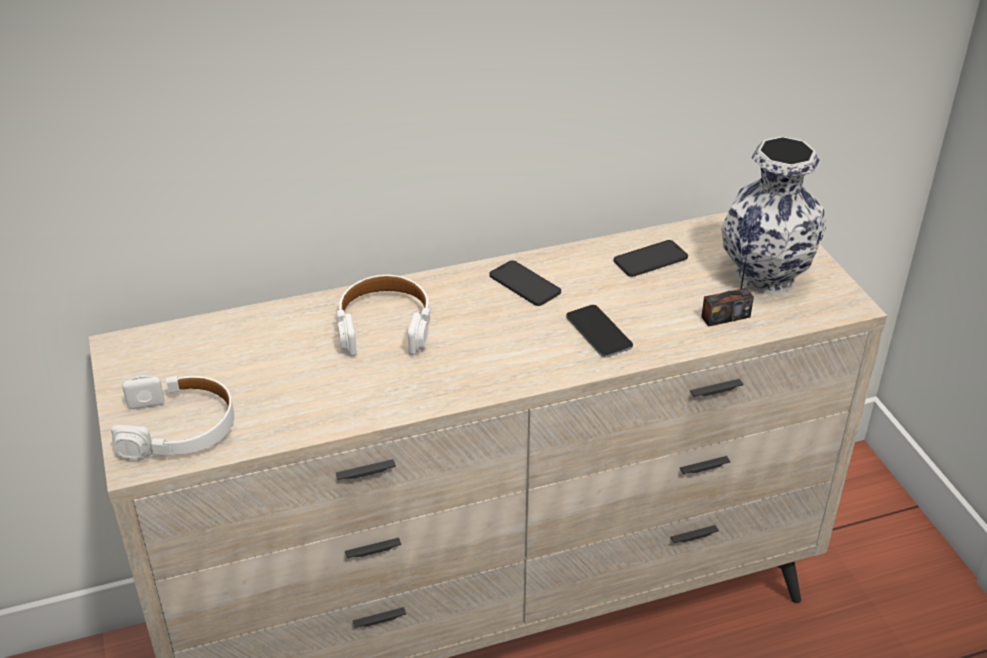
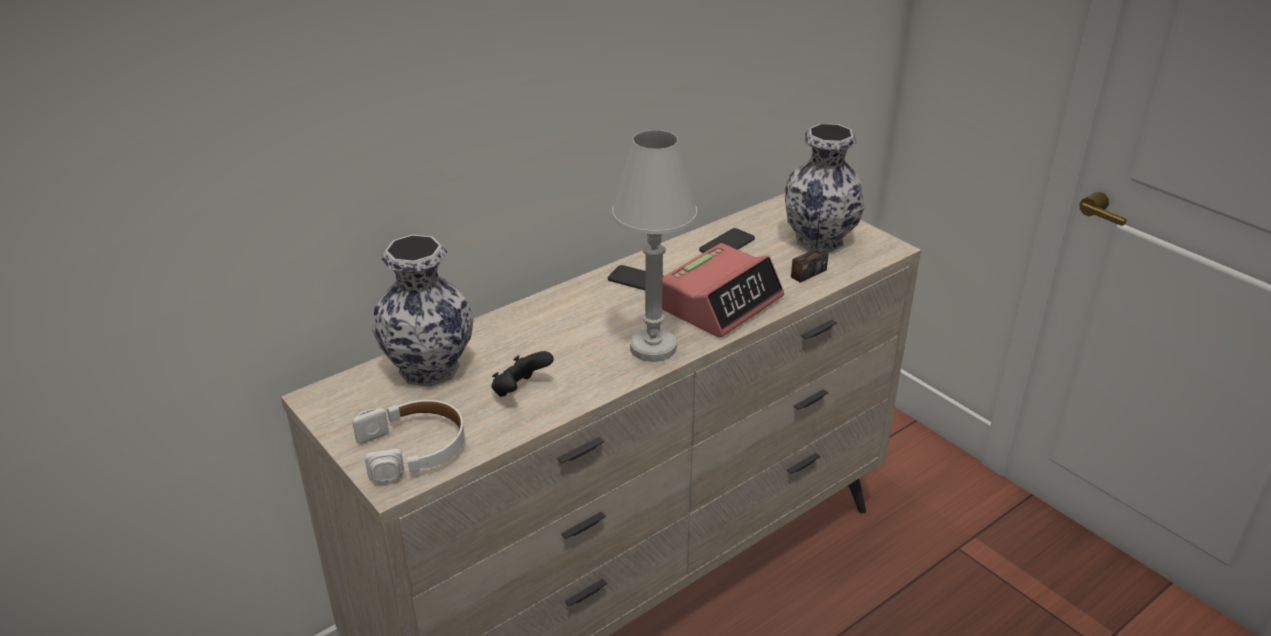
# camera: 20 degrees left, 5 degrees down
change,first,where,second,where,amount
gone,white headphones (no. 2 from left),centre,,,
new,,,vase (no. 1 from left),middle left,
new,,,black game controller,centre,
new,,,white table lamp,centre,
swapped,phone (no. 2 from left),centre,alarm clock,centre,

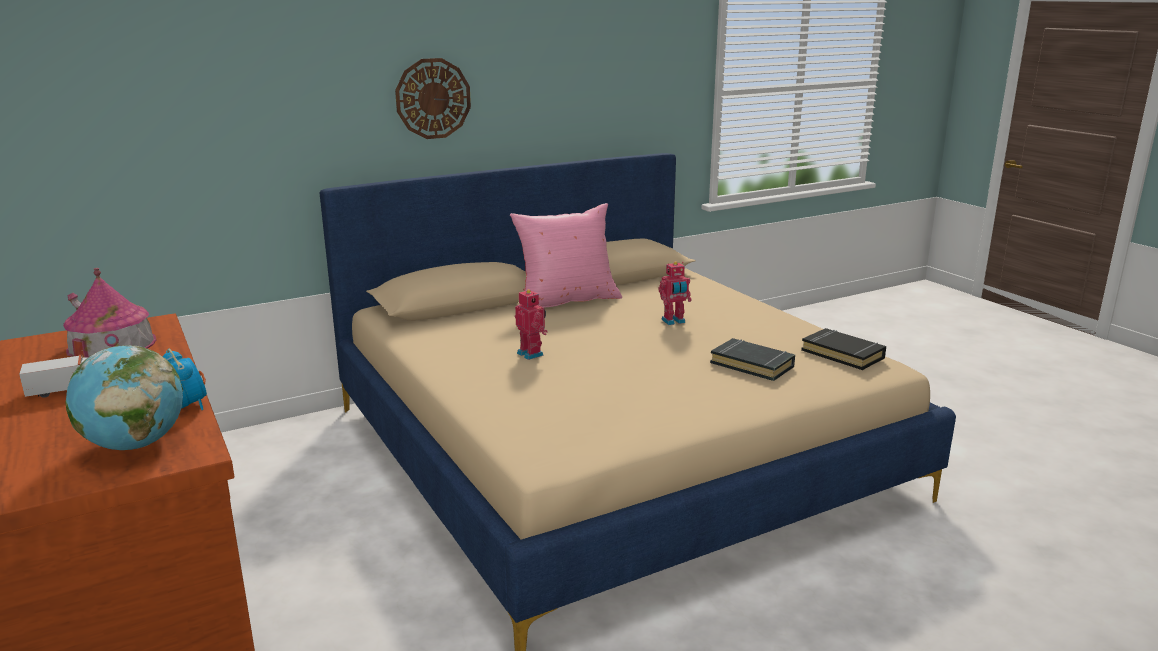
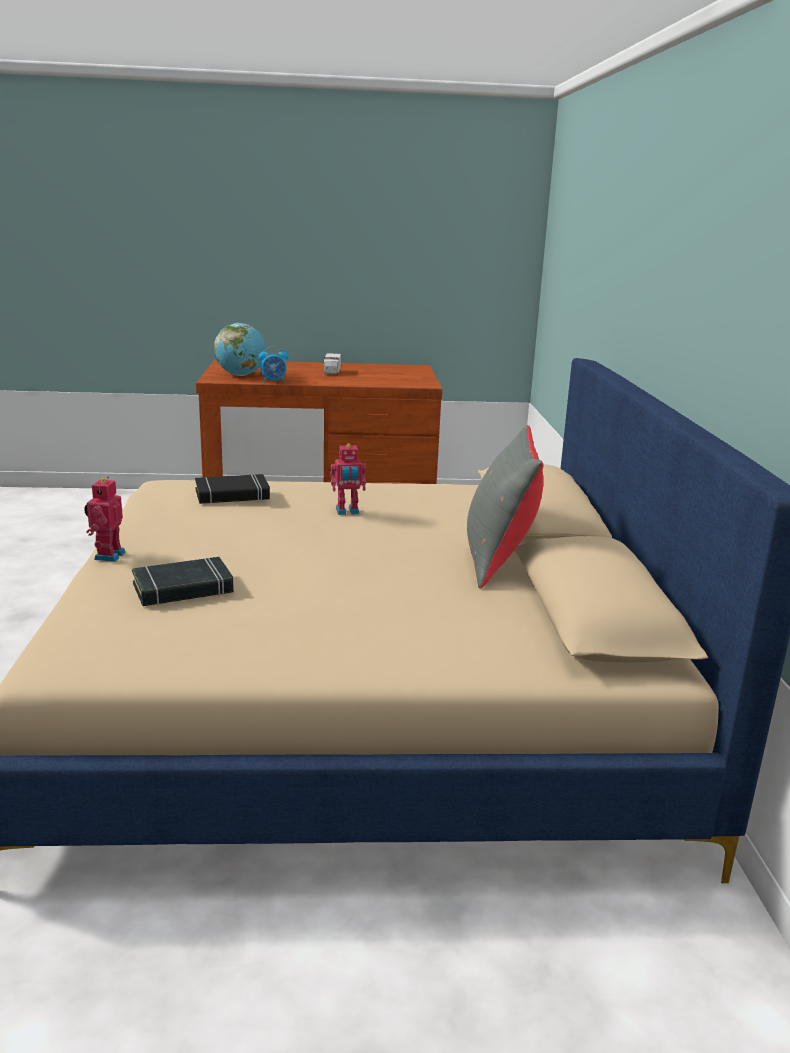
# camera: 115 degrees right, 0 degrees up
change,first,where,second,where,amount
gone,toy house,middle left,,,
gone,wall clock,top centre,,,
shifted,toy robot (no. 2 from left in the first image),centre,toy robot (no. 1 from left),middle left,
shifted,black book (no. 2 from left),middle right,,middle left,
repainted,pink pillow,centre,grey pillow,centre,

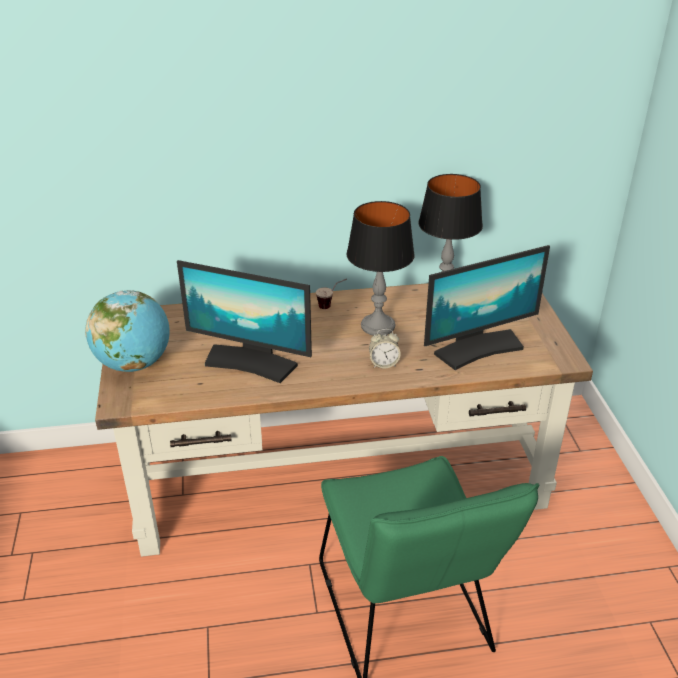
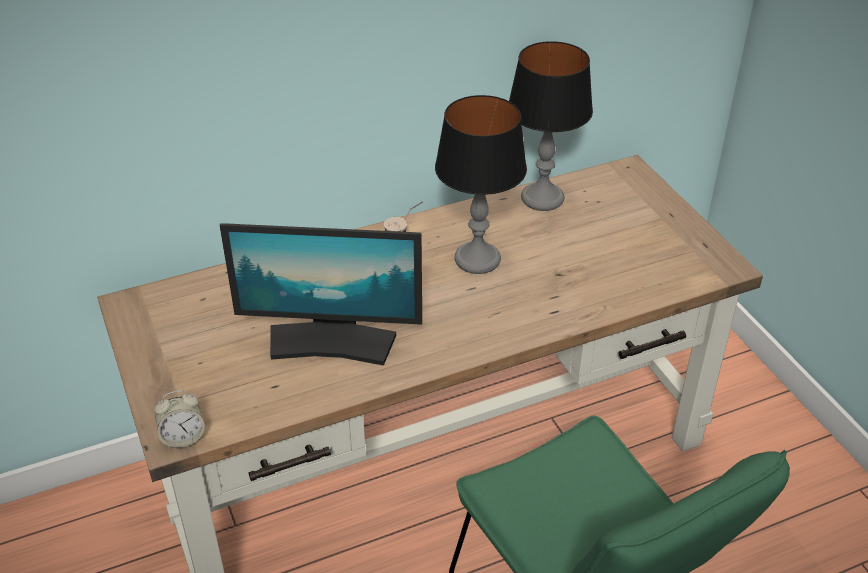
# camera: 15 degrees left, 5 degrees up
change,first,where,second,where,amount
gone,globe,middle left,,,
gone,monitor (no. 2 from left),middle right,,,
shifted,alarm clock,centre,,bottom left,

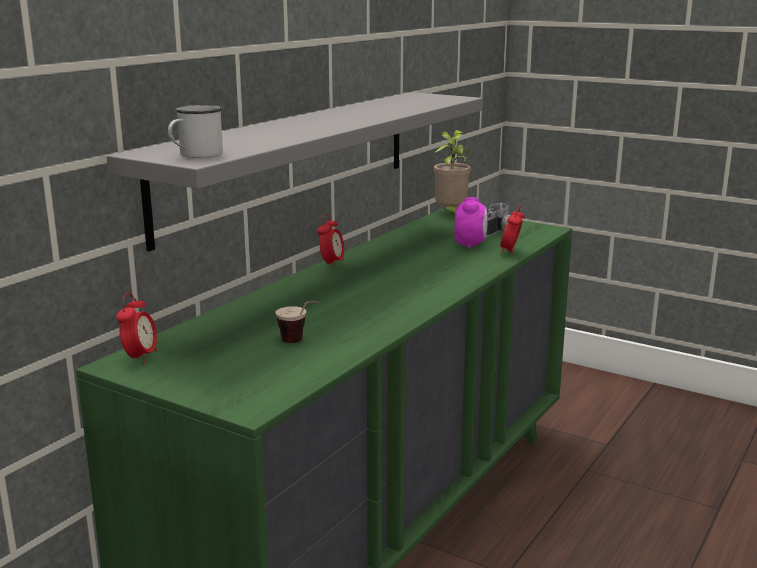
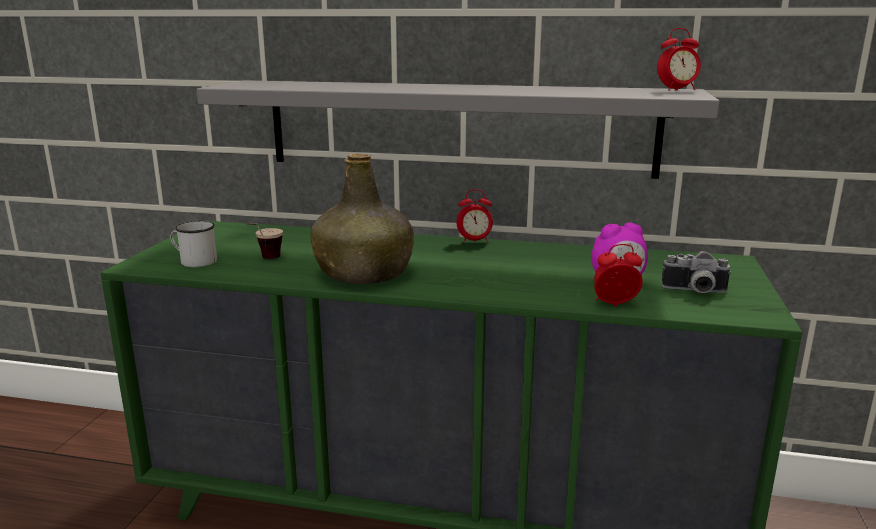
# camera: 70 degrees right, 0 degrees up
change,first,where,second,where,amount
gone,potted plant,top centre,,,
new,,,green bottle,centre,
shifted,alarm clock (no. 1 from left in the first image),middle left,alarm clock (no. 4 from left),top right,
shifted,white mug,top left,,middle left,

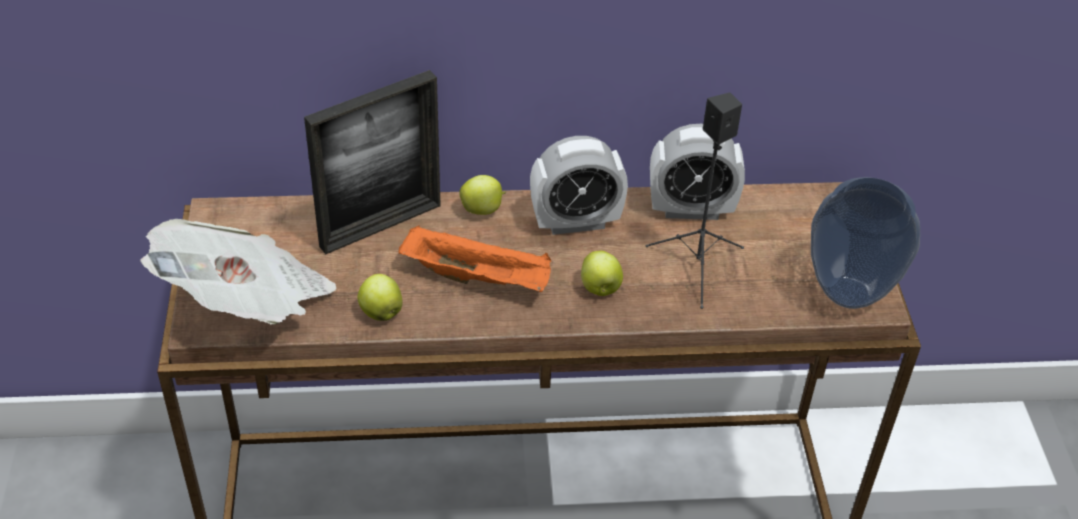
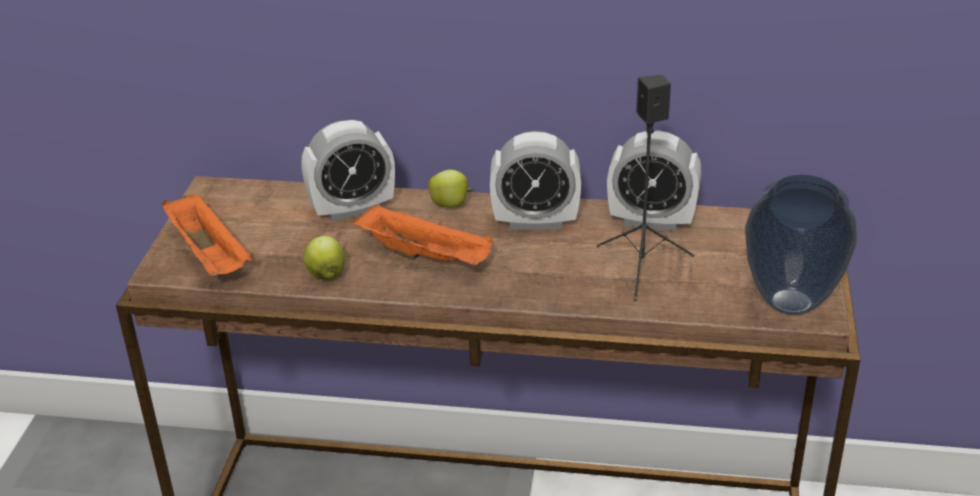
# camera: 15 degrees right, 10 degrees down
change,first,where,second,where,amount
gone,apple (no. 3 from left),centre,,,
swapped,newspaper,middle left,orange tray (no. 1 from left),middle left,
swapped,picture frame,top centre,alarm clock (no. 1 from left),centre,

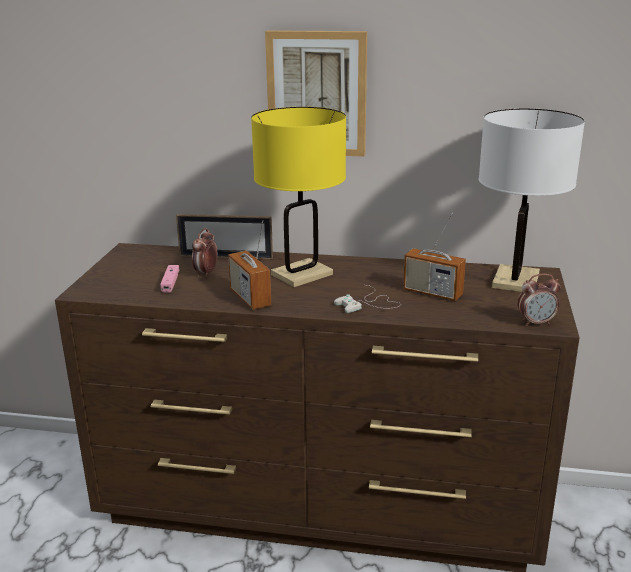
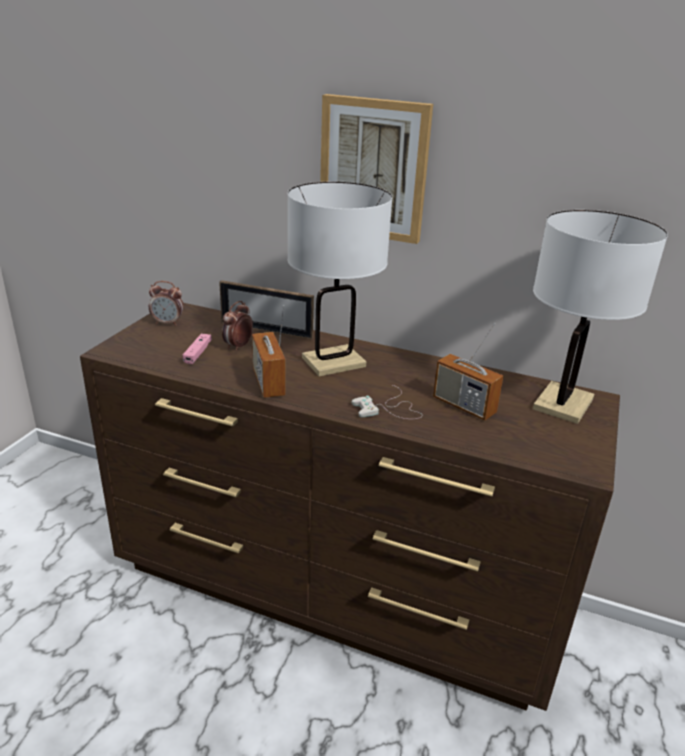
# camera: 10 degrees right, 5 degrees up
change,first,where,second,where,amount
shifted,alarm clock (no. 2 from left in the first image),middle right,alarm clock (no. 1 from left),middle left,
repainted,yellow table lamp,centre,white table lamp (no. 1 from left),centre,

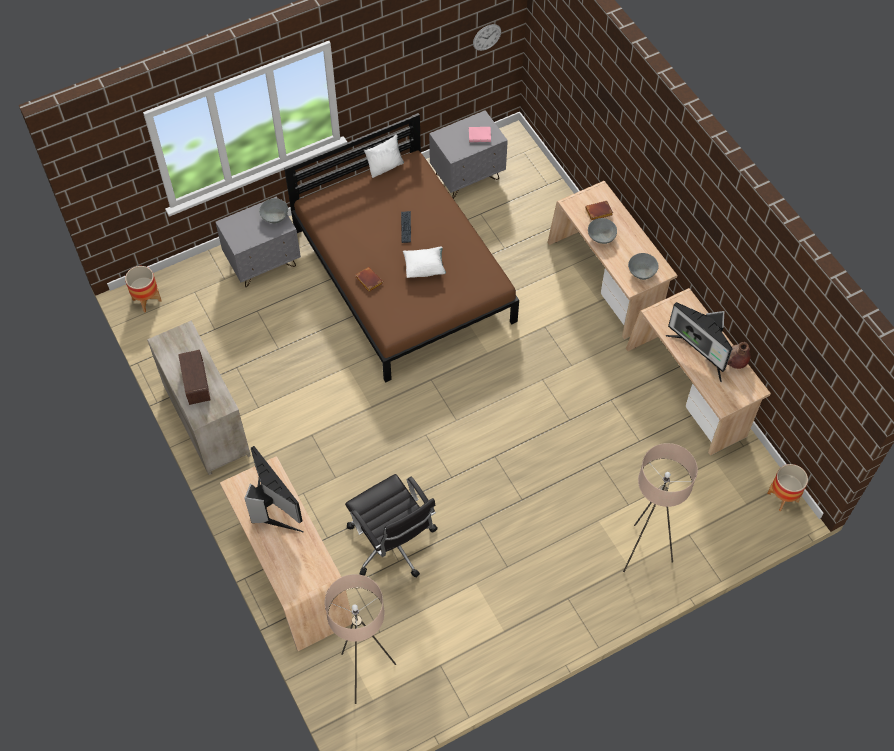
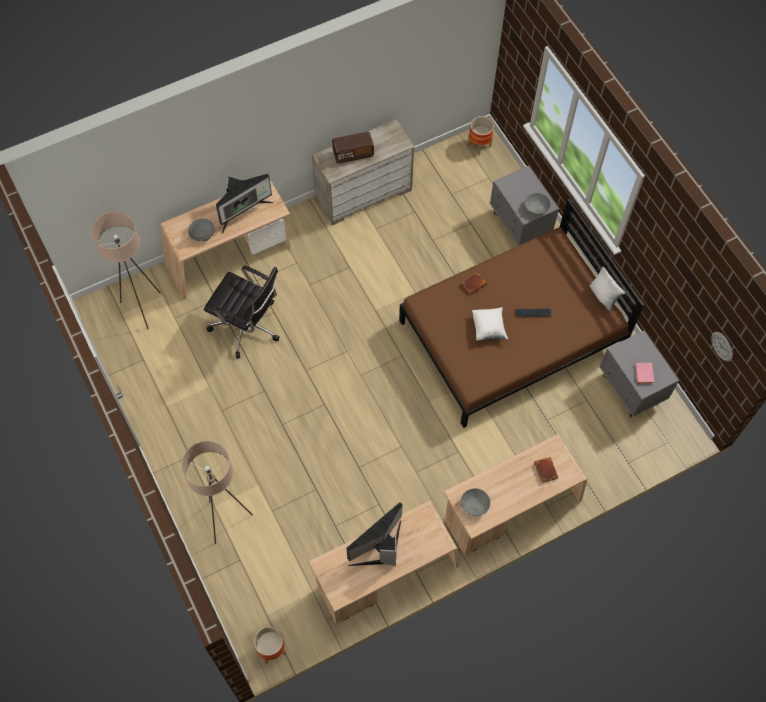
# camera: 90 degrees right, 5 degrees up
change,first,where,second,where,amount
gone,brown vase,middle right,,,
shifted,grey bowl (no. 2 from left in the first image),top right,grey bowl (no. 1 from left),top left,
rotated,black office chair,bottom centre,,middle left,120 degrees counterclockwise

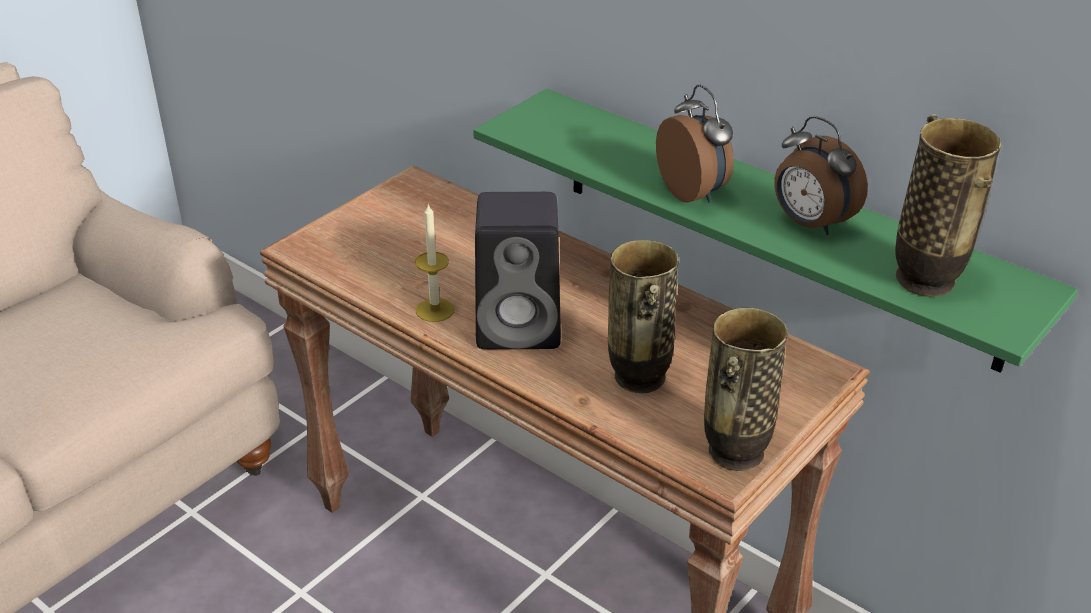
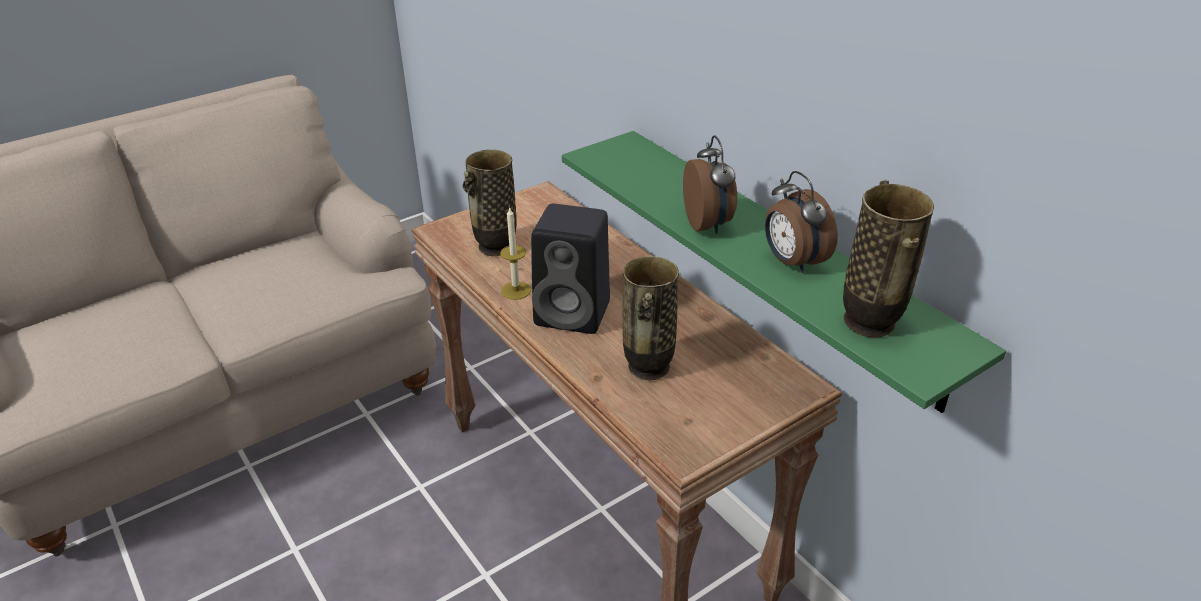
# camera: 15 degrees right, 0 degrees up
change,first,where,second,where,amount
shifted,vase (no. 2 from left in the first image),middle right,vase (no. 1 from left),centre,

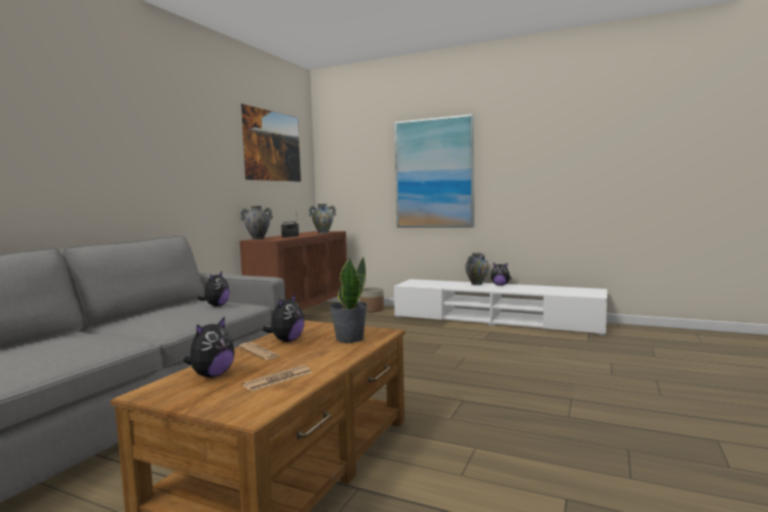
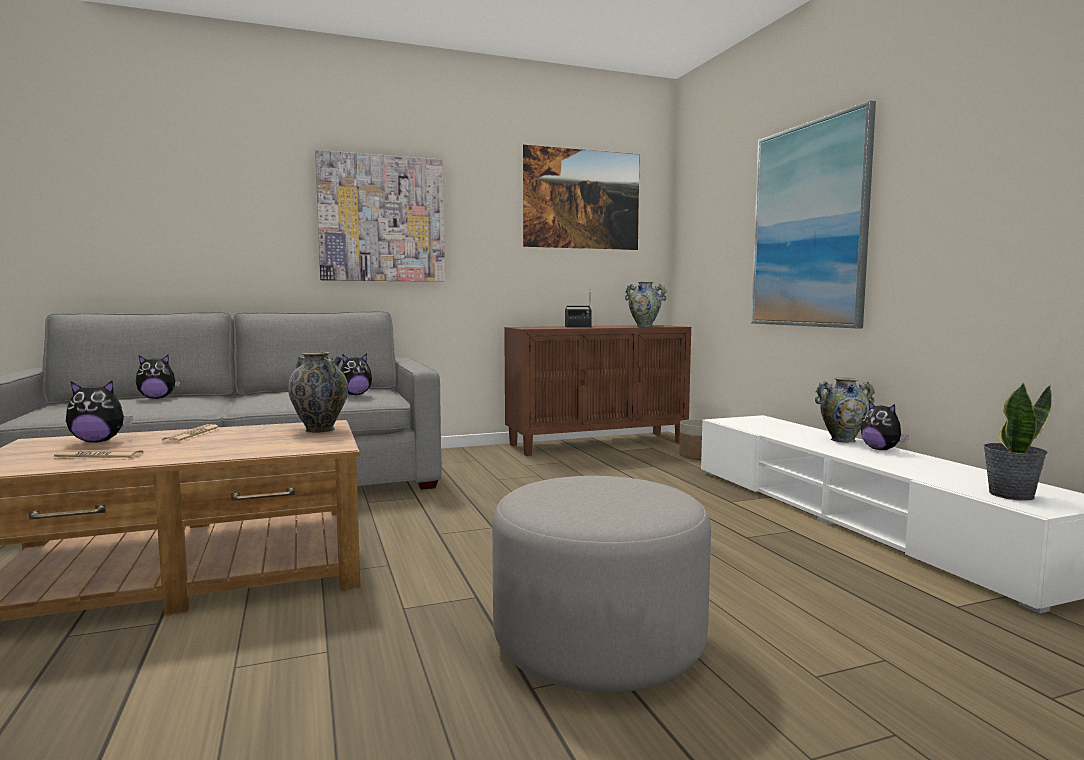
# camera: 45 degrees right, 0 degrees up
change,first,where,second,where,amount
new,,,picture (no. 1 from left),top centre,
new,,,grey ottoman,bottom centre,
shifted,vase (no. 1 from left),centre,,middle left,
shifted,plush toy (no. 3 from left in the first image),centre,plush toy (no. 2 from left),middle left,
shifted,potted plant,centre,,middle right,

